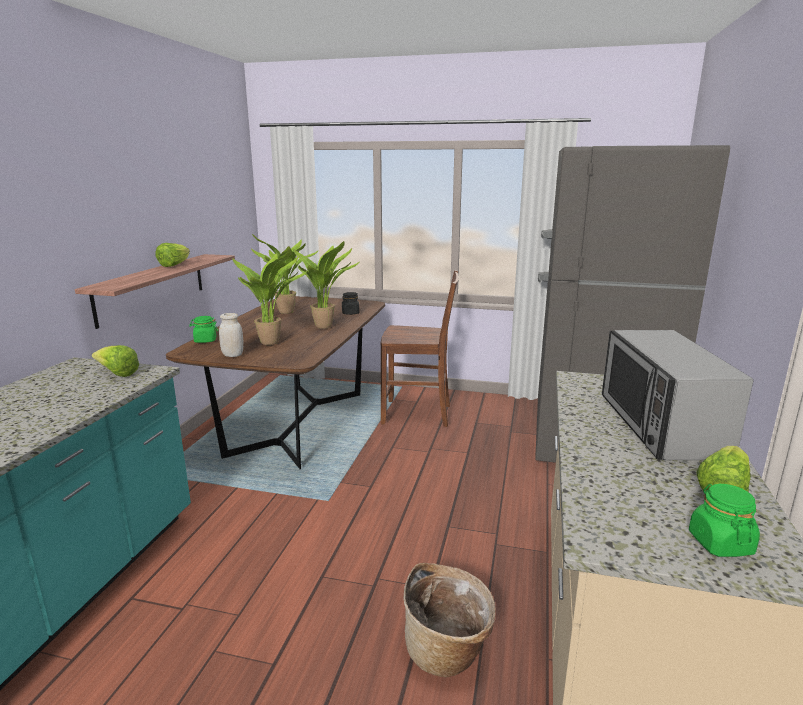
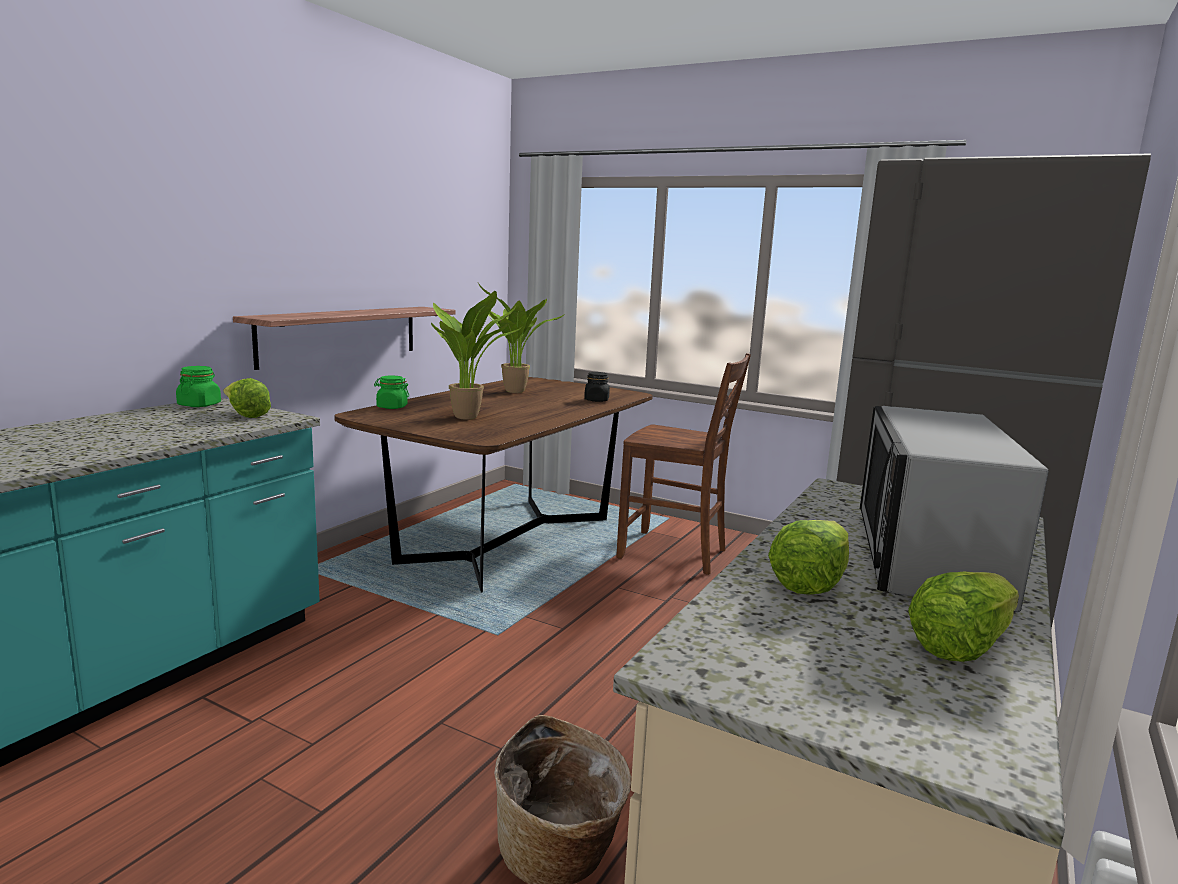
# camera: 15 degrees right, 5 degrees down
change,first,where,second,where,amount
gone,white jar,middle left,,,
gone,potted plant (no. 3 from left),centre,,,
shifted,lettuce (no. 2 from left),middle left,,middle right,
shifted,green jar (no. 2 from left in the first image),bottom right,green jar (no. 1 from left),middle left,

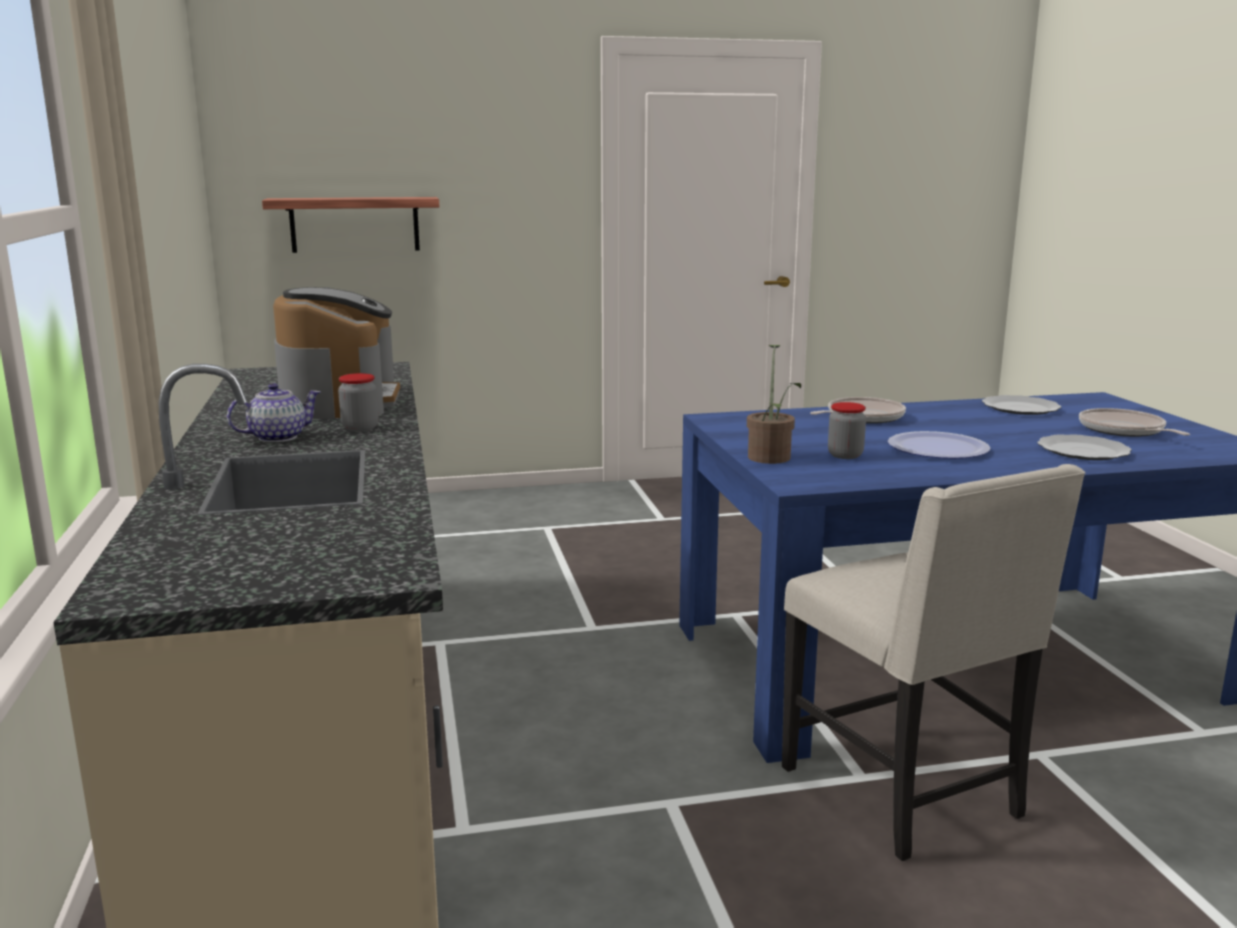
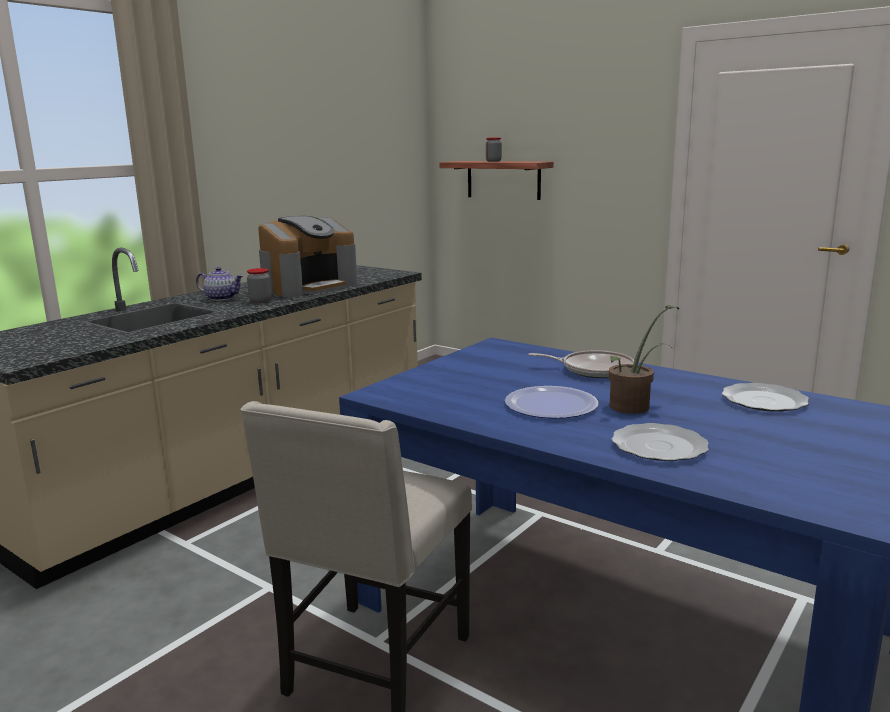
# camera: 50 degrees right, 0 degrees up
change,first,where,second,where,amount
gone,frying pan (no. 2 from left),middle right,,,
shifted,potted plant,centre,,middle right,
shifted,jar (no. 2 from left),middle right,,top centre,

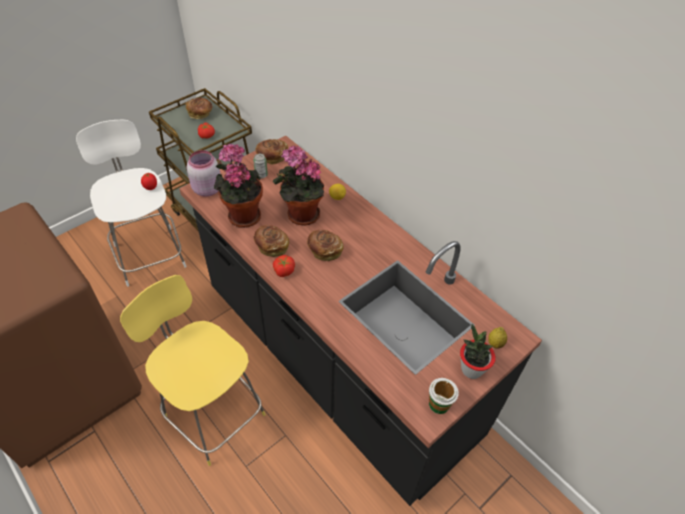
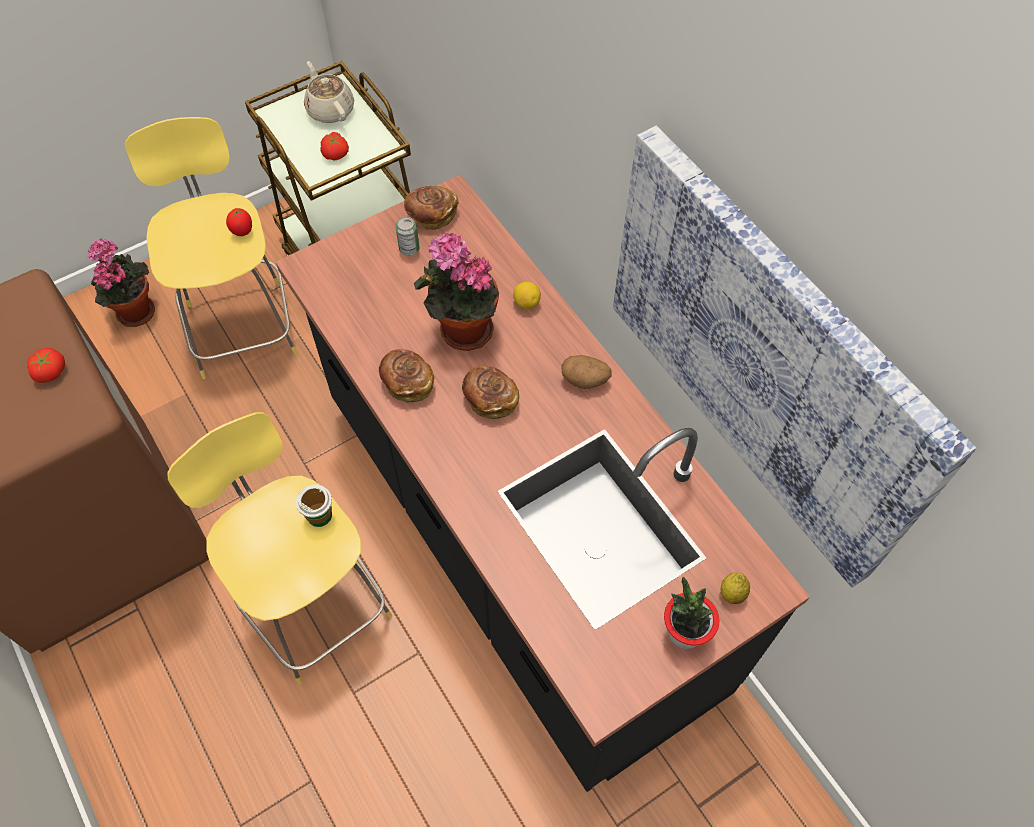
# camera: 10 degrees right, 10 degrees up
change,first,where,second,where,amount
gone,pink jar,middle left,,,
new,,,potato,centre,
new,,,picture,middle right,
shifted,potted plant (no. 1 from left),centre,,middle left,
shifted,tomato (no. 3 from left in the first image),centre,tomato (no. 1 from left),middle left,
shifted,cup,bottom centre,,middle left,
swapped,bread (no. 1 from left),top left,beige teapot,top left,
repainted,white stool,middle left,yellow stool (no. 1 from left),top left,

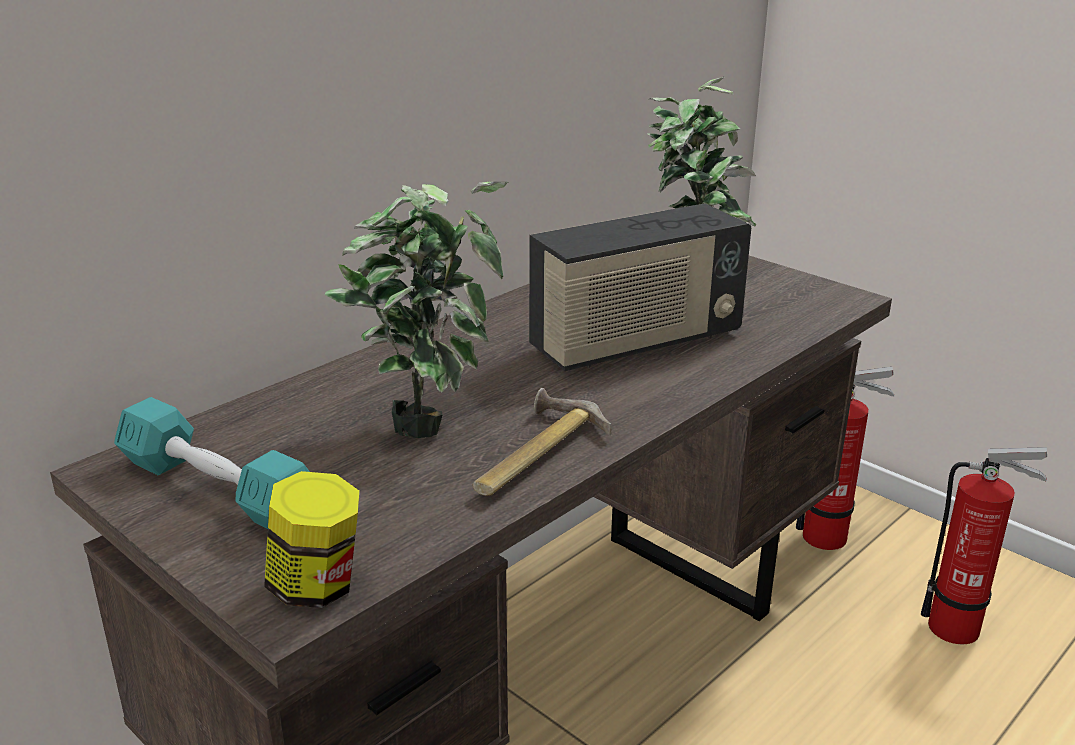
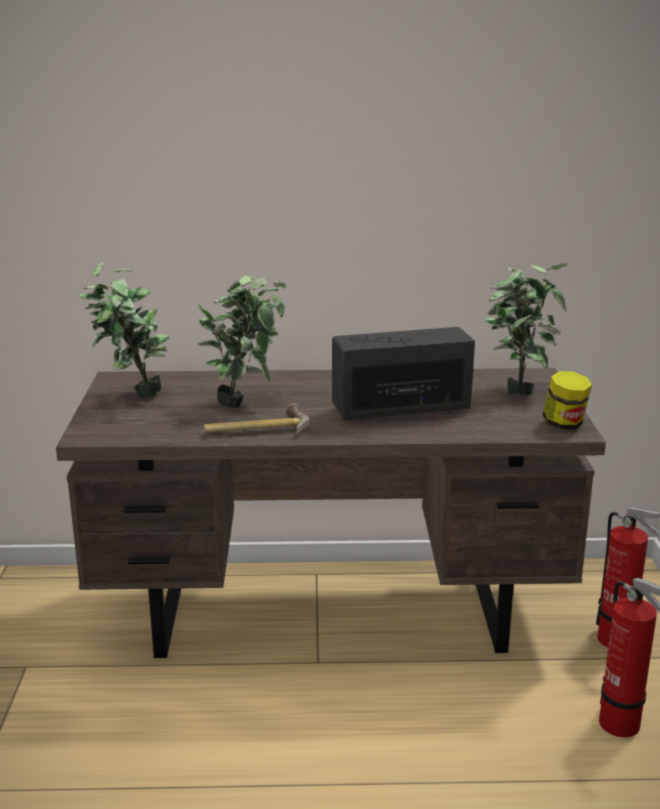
# camera: 45 degrees right, 5 degrees down
change,first,where,second,where,amount
shifted,jar,bottom left,,middle right,
swapped,turquoise dumbbell,middle left,potted plant (no. 1 from left),middle left,
rotated,radio,centre,,centre,150 degrees clockwise

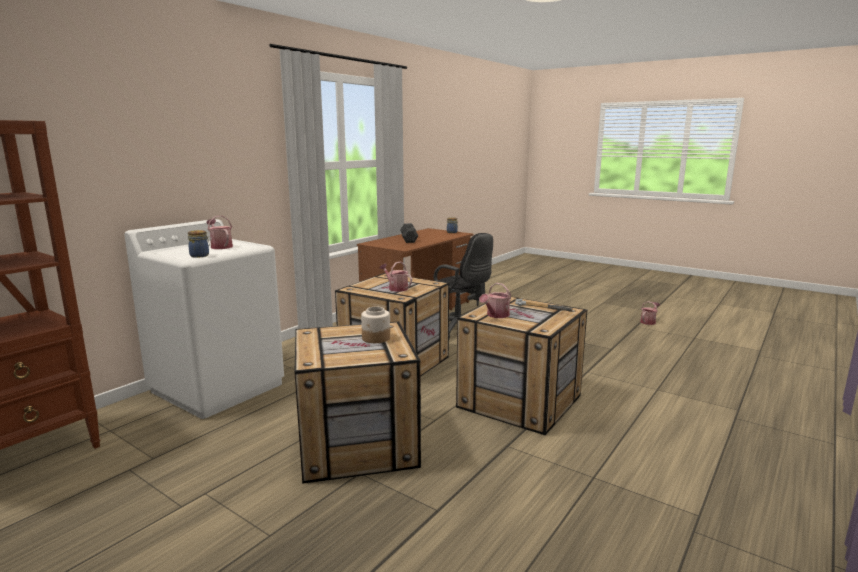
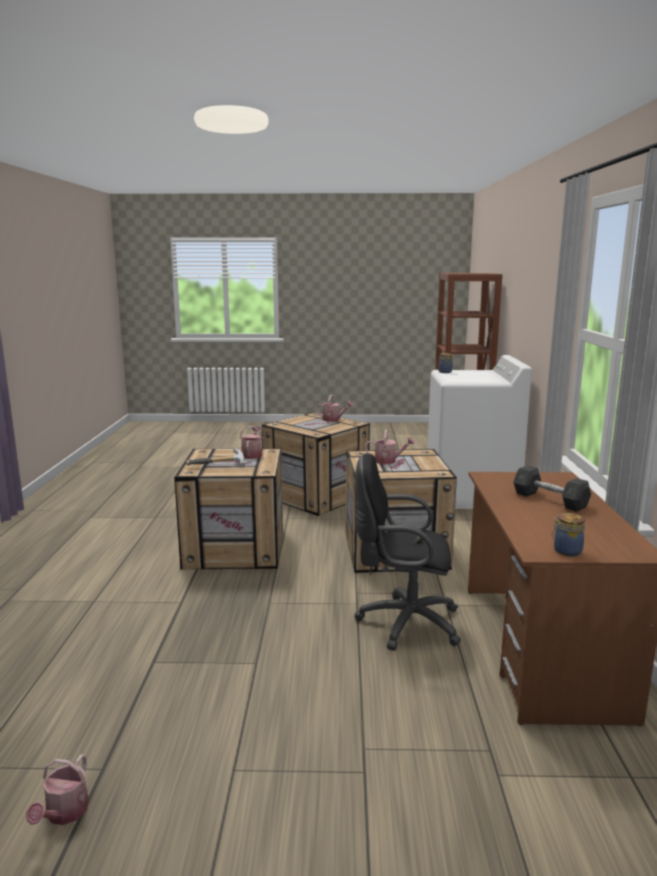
# camera: 145 degrees right, 0 degrees up
change,first,where,second,where,amount
gone,jar (no. 2 from left),centre,,,
shifted,watering can (no. 1 from left in the first image),middle left,watering can (no. 3 from left),centre,

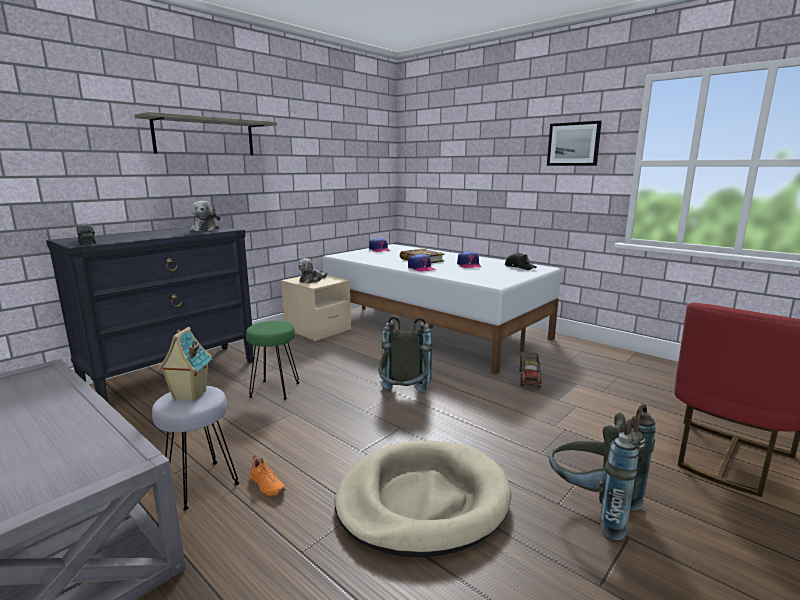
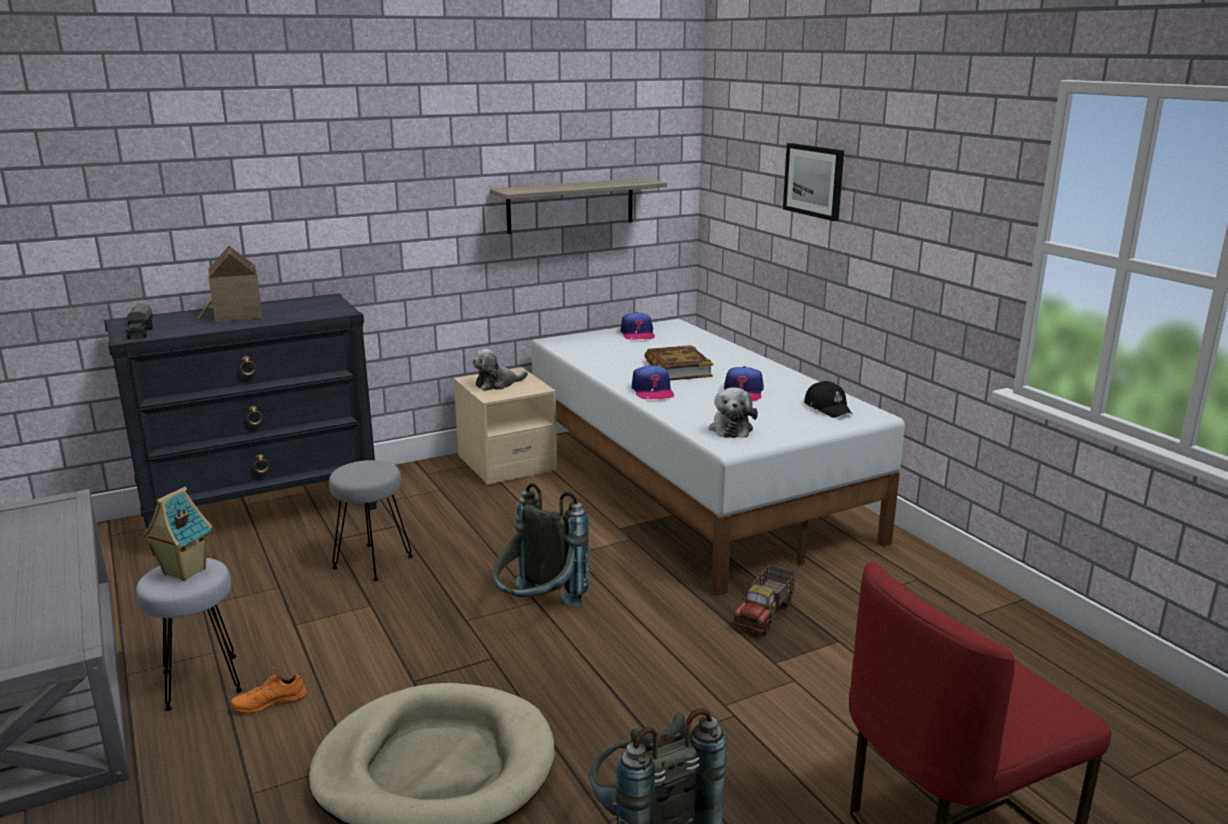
# camera: 20 degrees right, 5 degrees up
change,first,where,second,where,amount
new,,,toy house (no. 2 from left),middle left,
shifted,shelf,top left,,top centre,
shifted,plush toy (no. 1 from left in the first image),middle left,plush toy (no. 2 from left),centre,
shifted,picture,top right,,top centre,
repainted,green stool,centre,grey stool (no. 2 from left),middle left,
rotated,orange shoe,bottom centre,,bottom left,90 degrees clockwise

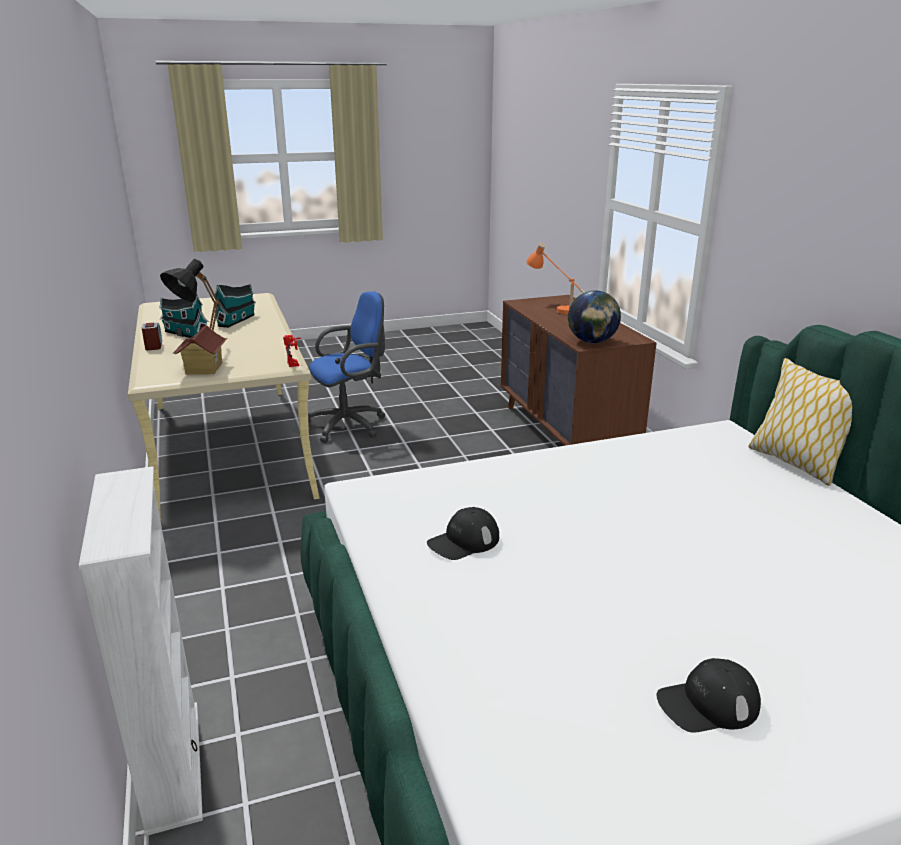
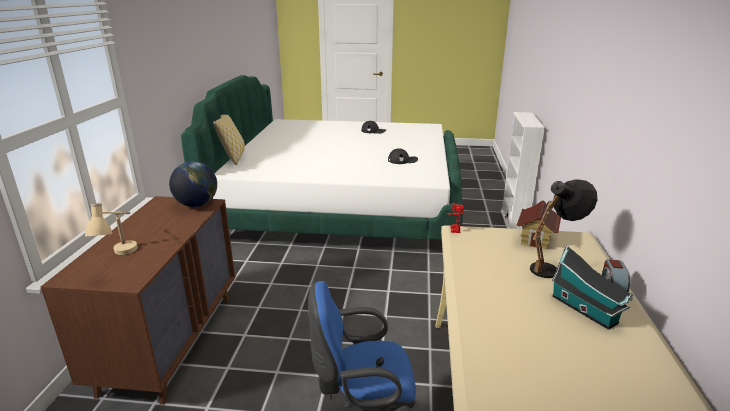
# camera: 155 degrees left, 0 degrees up
change,first,where,second,where,amount
gone,toy house (no. 3 from left),middle left,,,
repainted,orange table lamp,top centre,beige table lamp,middle left,

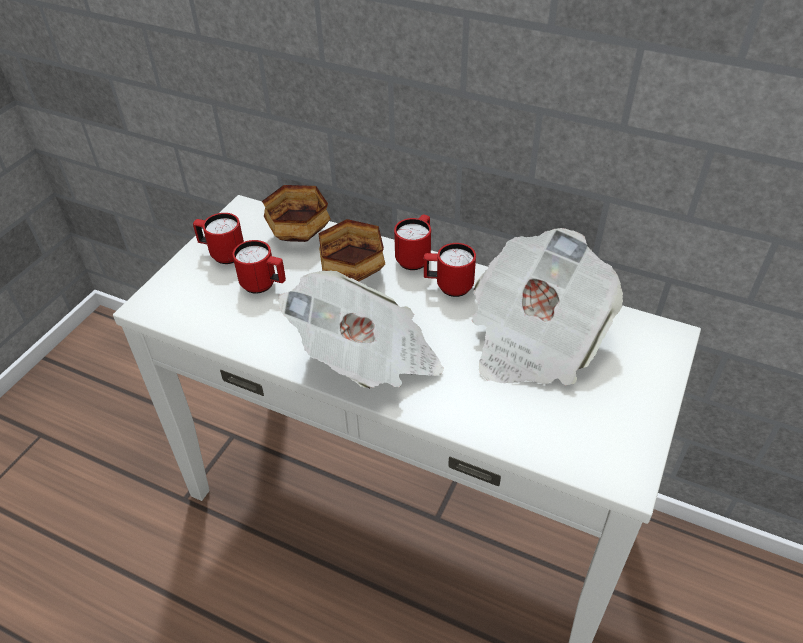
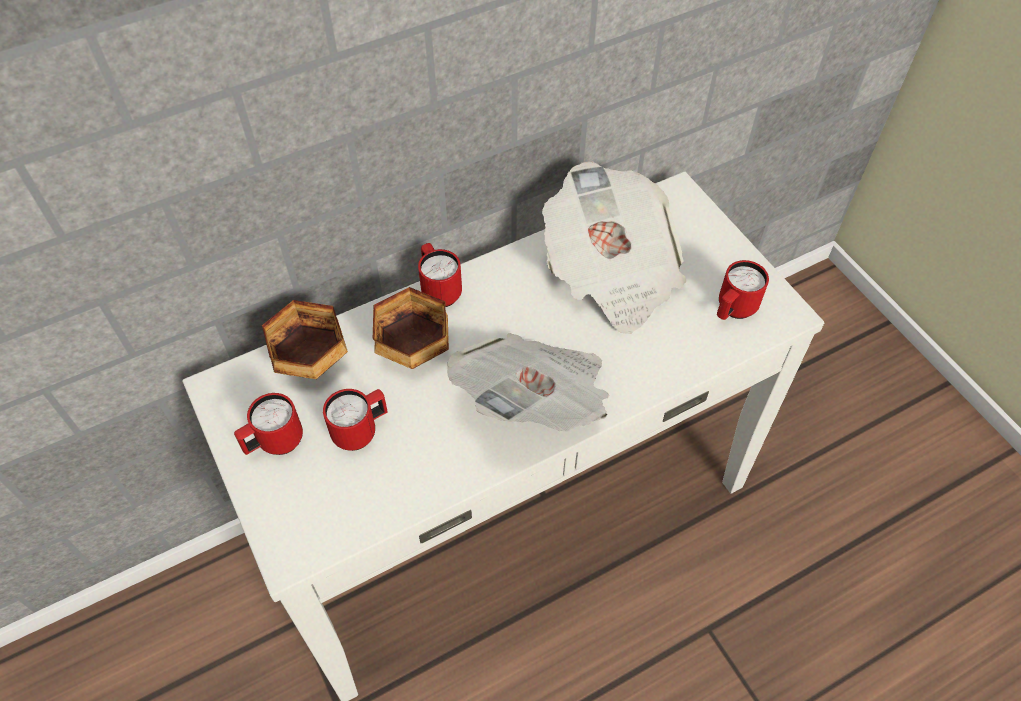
# camera: 55 degrees left, 10 degrees up
change,first,where,second,where,amount
shifted,red mug (no. 4 from left),centre,,middle right,

